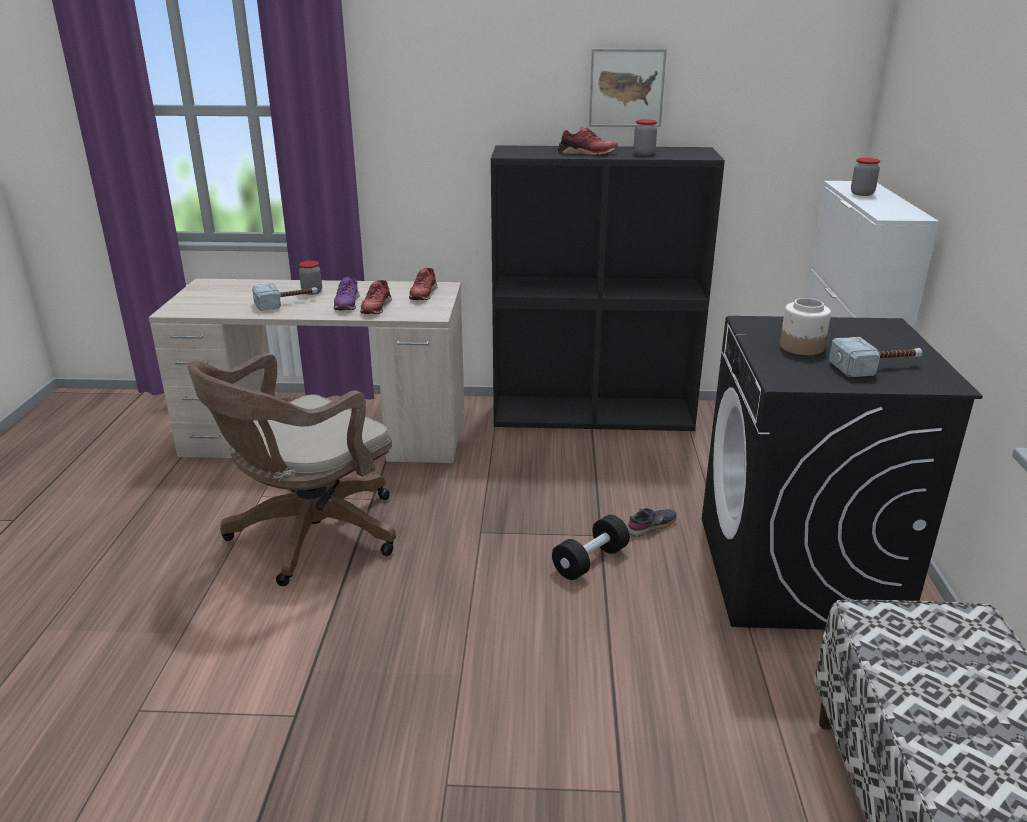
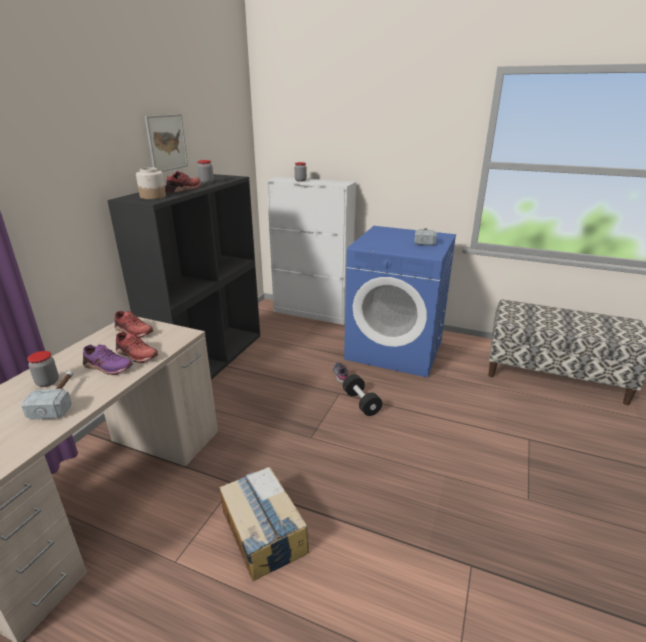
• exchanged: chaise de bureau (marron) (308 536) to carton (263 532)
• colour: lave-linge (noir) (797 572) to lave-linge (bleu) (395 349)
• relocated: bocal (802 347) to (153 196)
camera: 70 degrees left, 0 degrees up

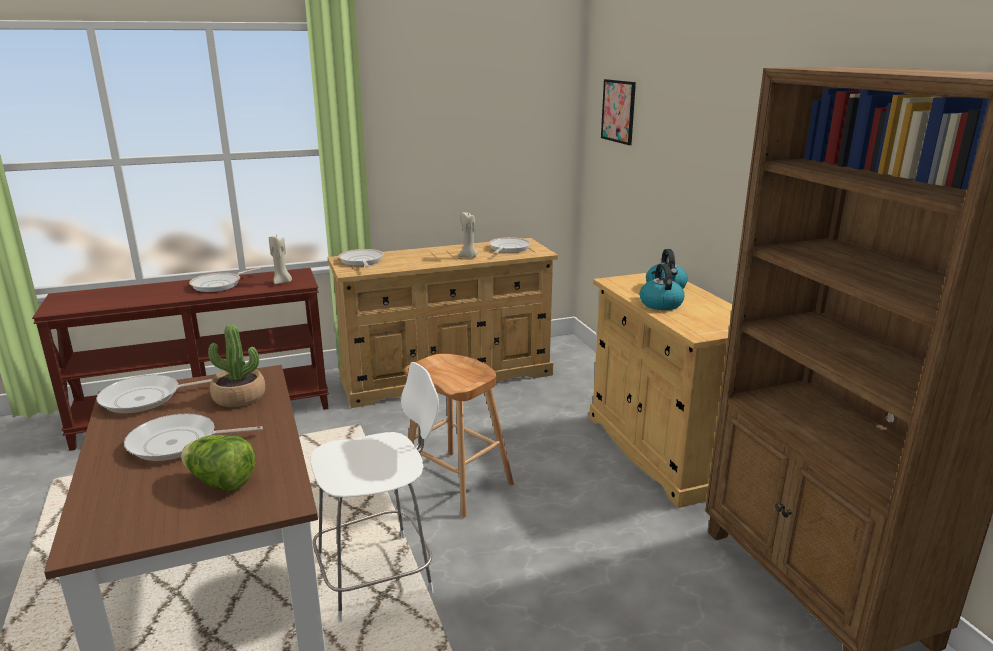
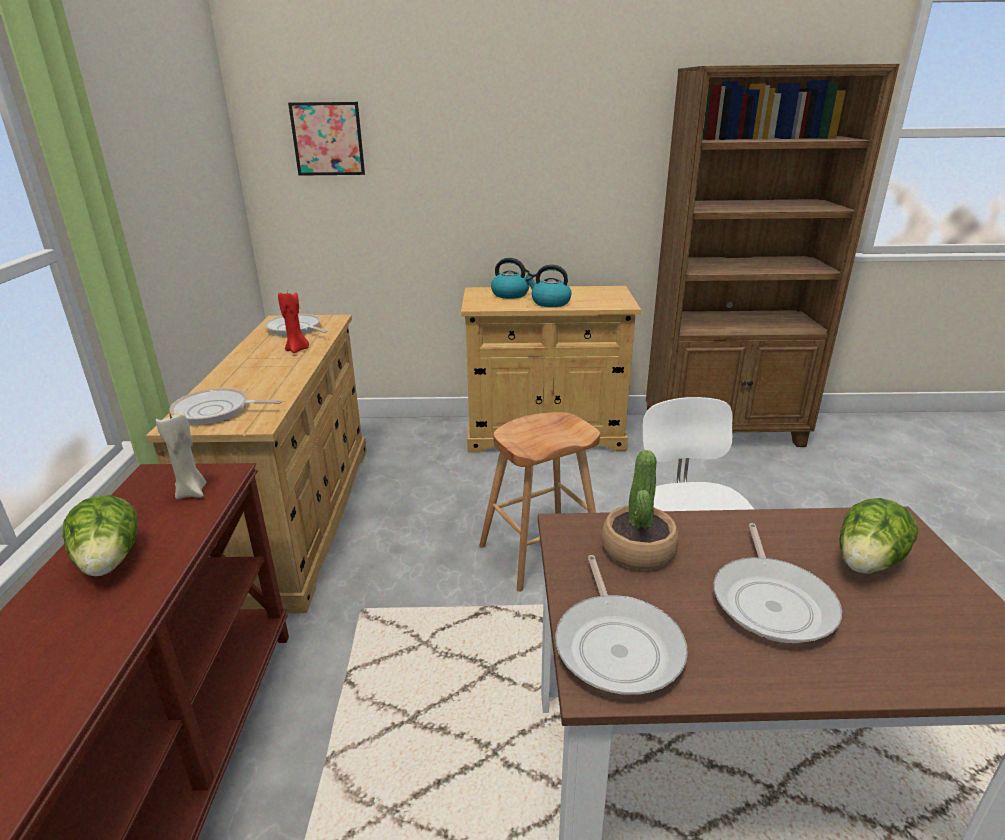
• exchanged: poêle (219 285) to laitue (110 562)
• colour: bougie (beige) (469 256) to bougie (rouge) (297 350)
camera: 70 degrees left, 5 degrees up

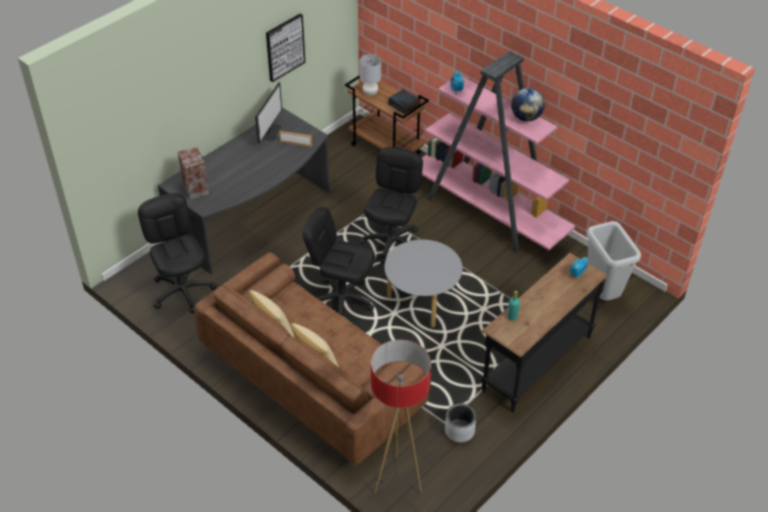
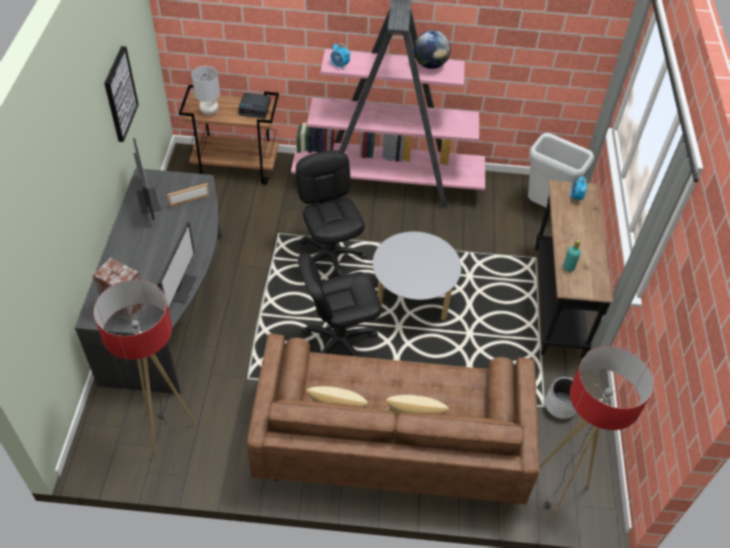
• exchanged: chaise de bureau (noir) (183 291) to lampadaire (166 431)
• appeared: écran d'ordinateur (180 287)
camera: 40 degrees left, 5 degrees up

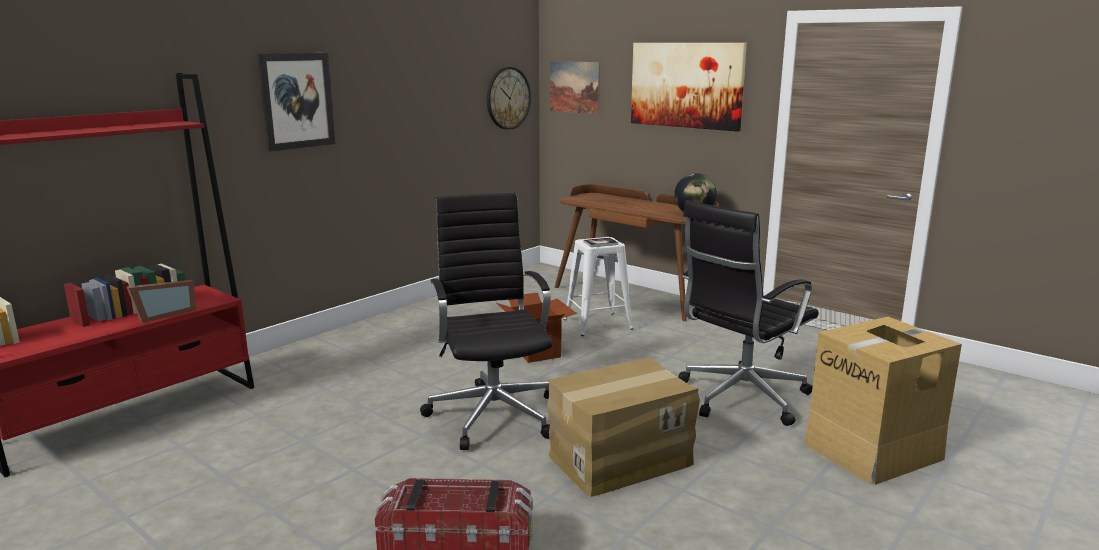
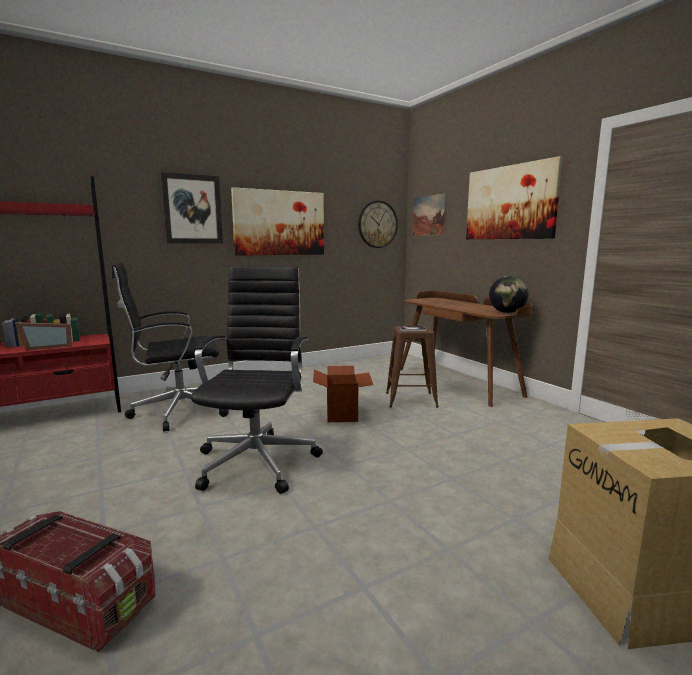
• missing: carton (619 459)
• colour: tabouret (blanc) (598 324) to tabouret (marron) (411 400)
• relocated: chaise de bureau (noir) (740 397) to (177 411)
• appeared: tableau (279 223)
camera: 20 degrees right, 5 degrees down

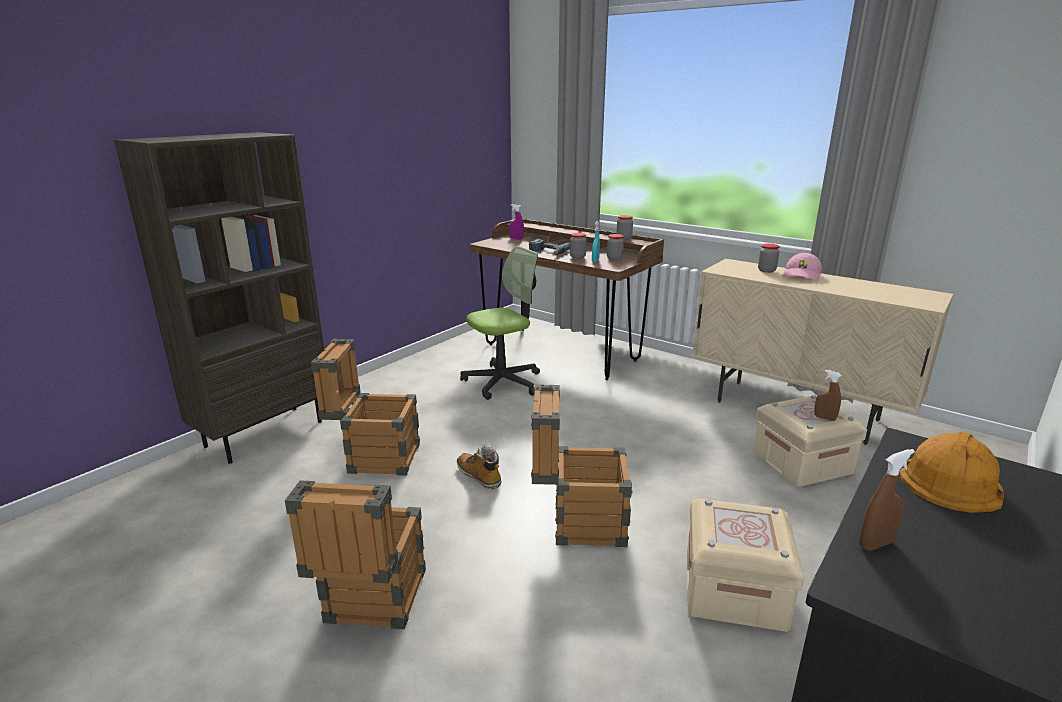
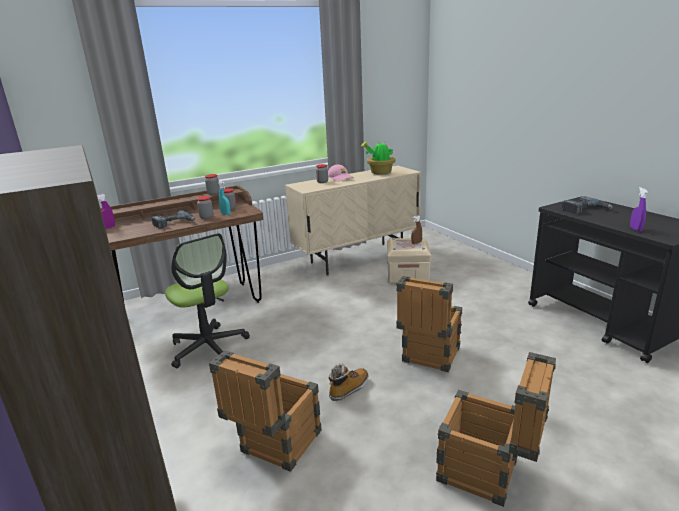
• spun: botte (479 476) = (349 389) 150 degrees clockwise
• spun: chaise de bureau (503 382) = (208 347) 150 degrees clockwise
• missing: boîte de rangement (beige) (734 590)
• colour: vaporisateur (marron) (876 544) to vaporisateur (violet) (635 229)
• exchanged: casque de chantier (orange) (950 480) to perceuse (585 209)
• appeared: plante en pot (380 173)
camera: 65 degrees left, 0 degrees up

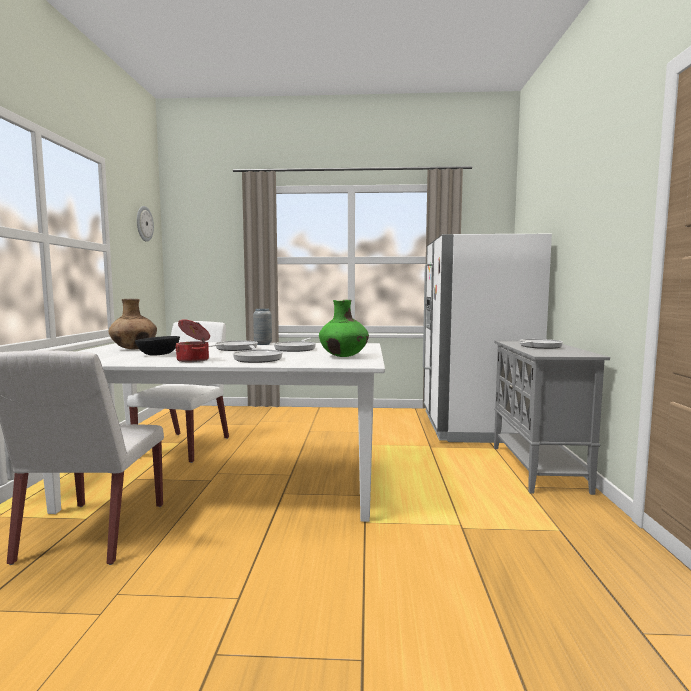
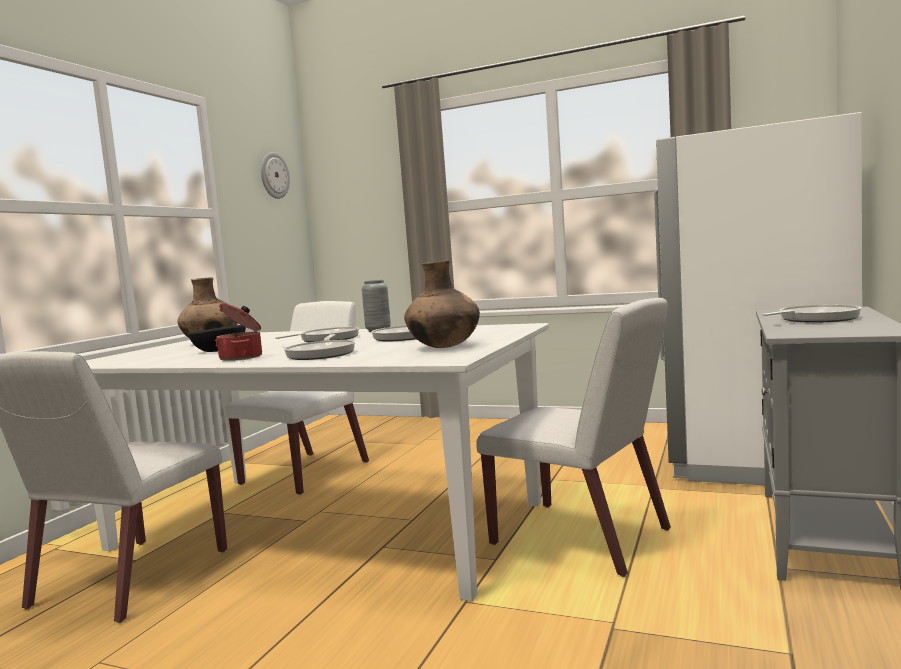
• colour: vase (vert) (344 356) to vase (marron) (445 347)
• appeared: chaise (blanc) (582 537)
camera: 20 degrees right, 0 degrees up

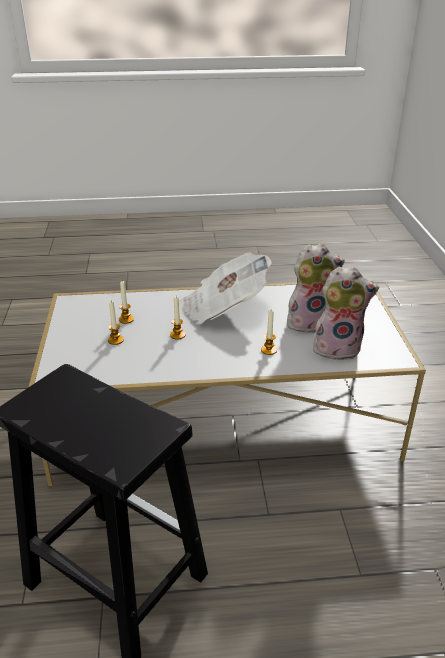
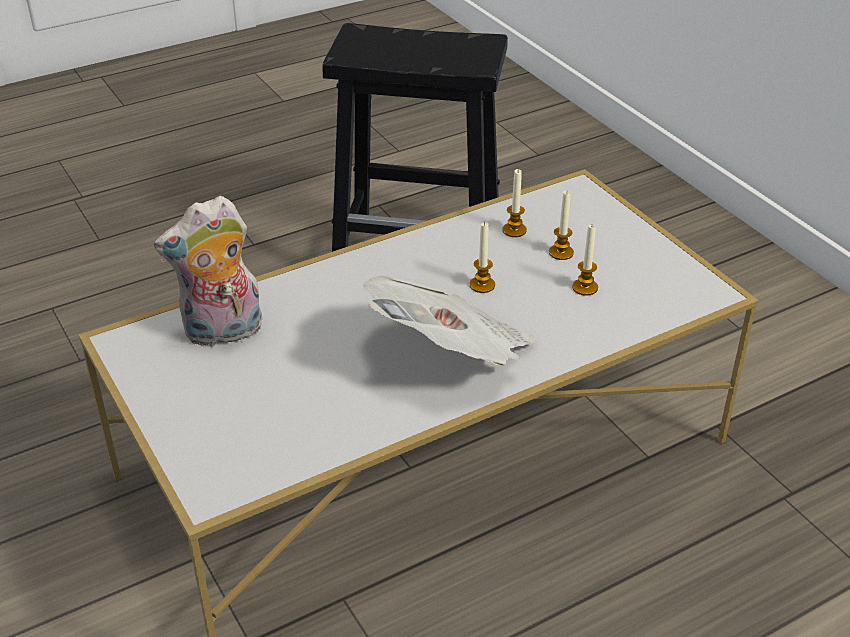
• relocated: bougie (269 350) to (514 230)
• missing: peluche (309 322)
camera: 155 degrees right, 5 degrees up

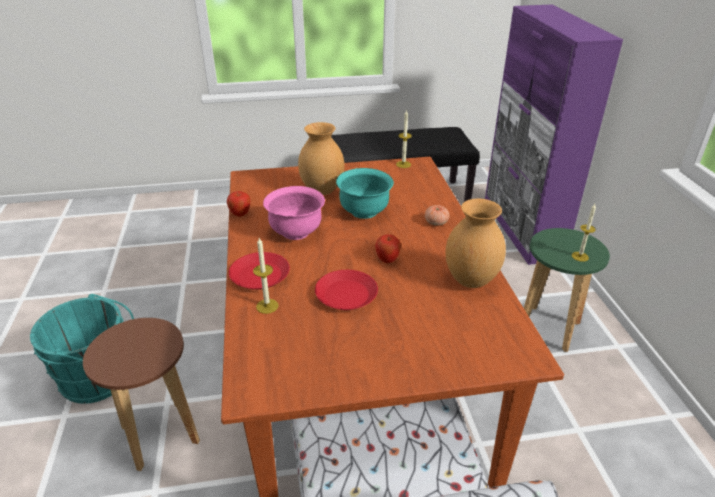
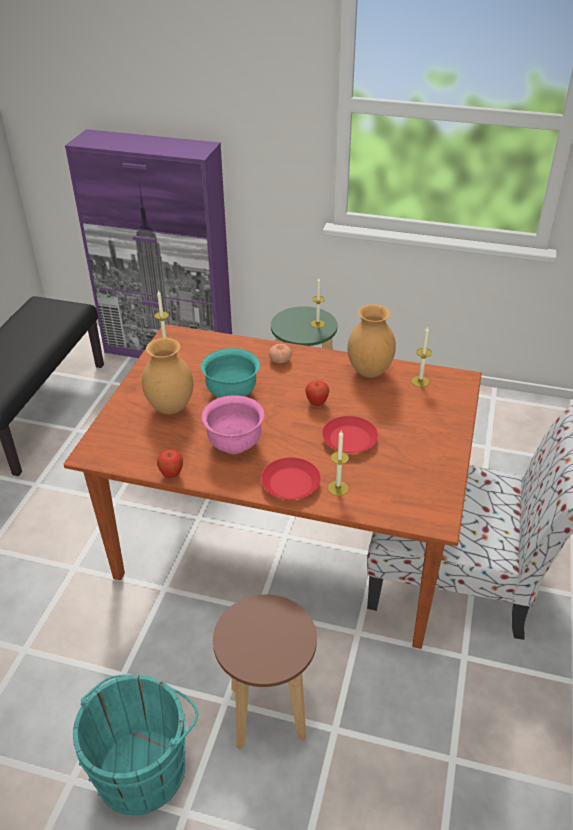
• appeared: bougie (420 381)
camera: 65 degrees left, 5 degrees up

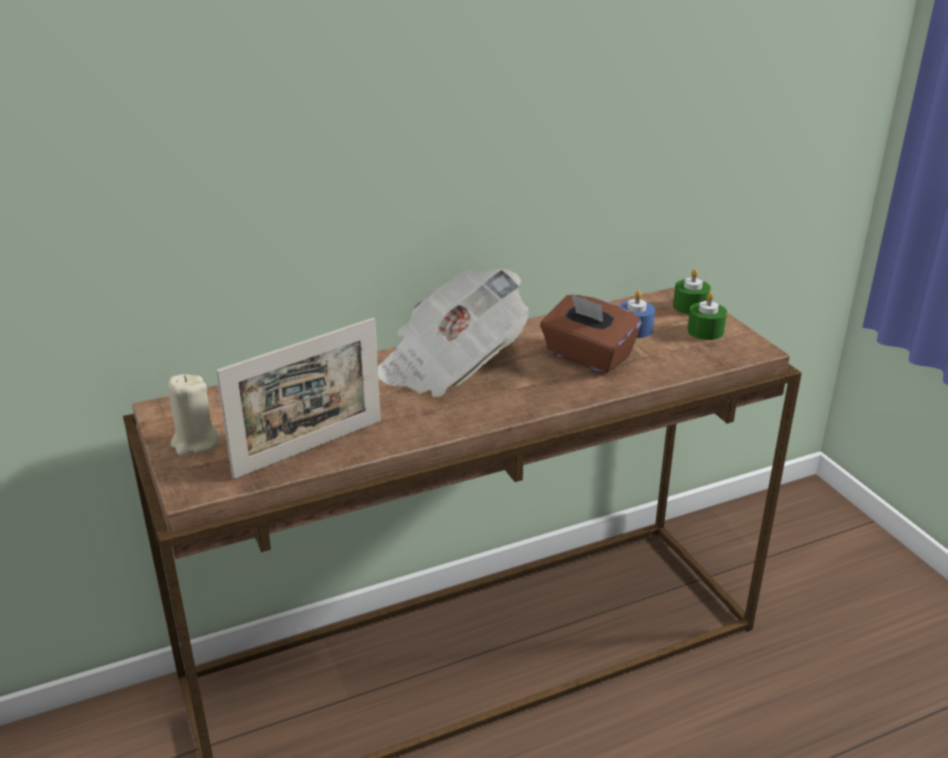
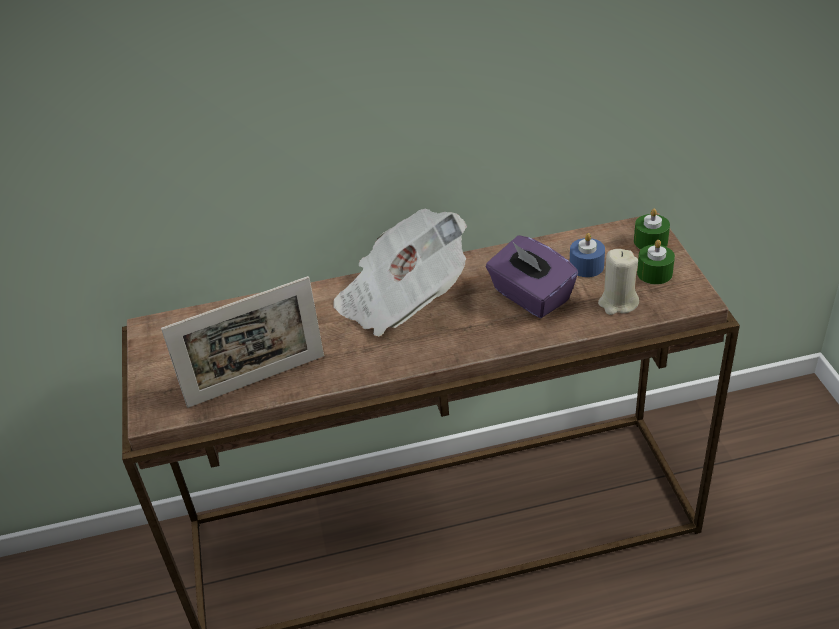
• relocated: bougie (beige) (195 442) to (618 303)
• colour: boîte à mouchoirs (marron) (587 356) to boîte à mouchoirs (violet) (530 296)
camera: 15 degrees right, 10 degrees up

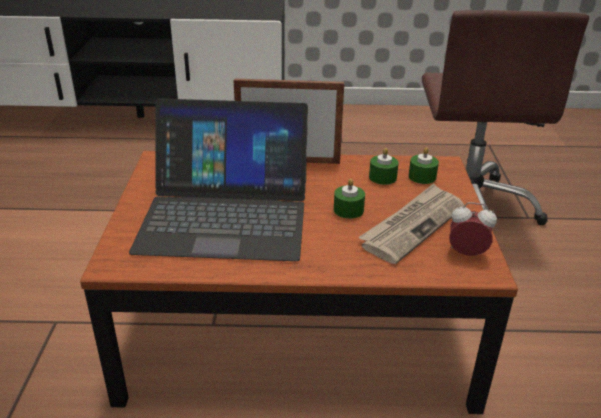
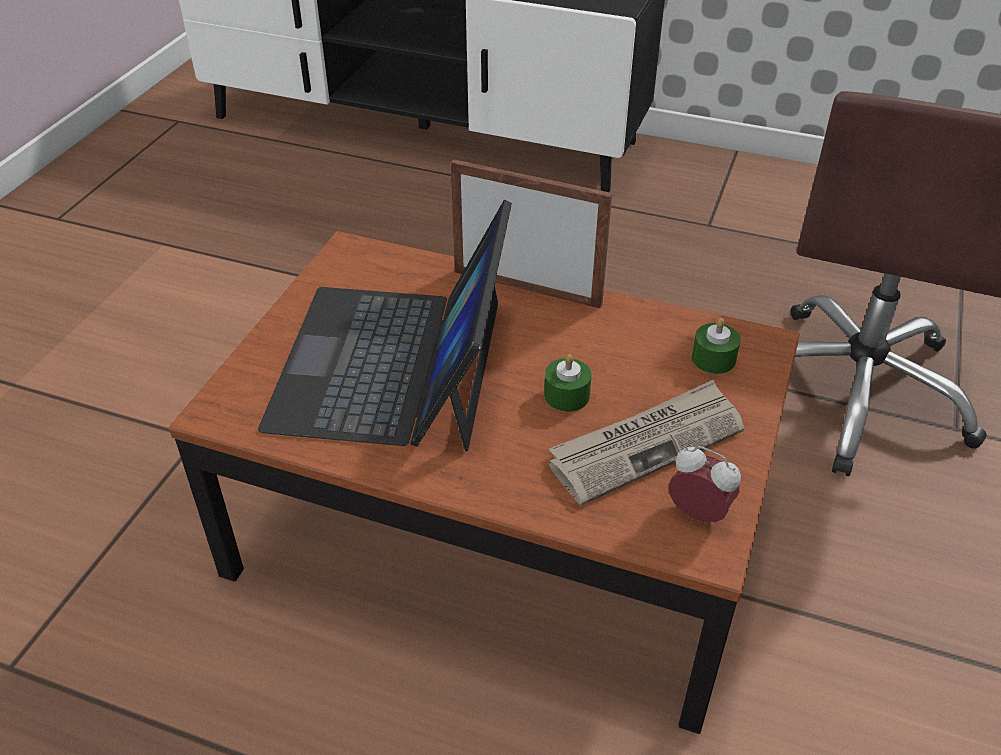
• spun: ordinateur portable (226 214) = (393 364) 75 degrees clockwise
• missing: bougie (vert) (382 177)
camera: 20 degrees right, 10 degrees up

